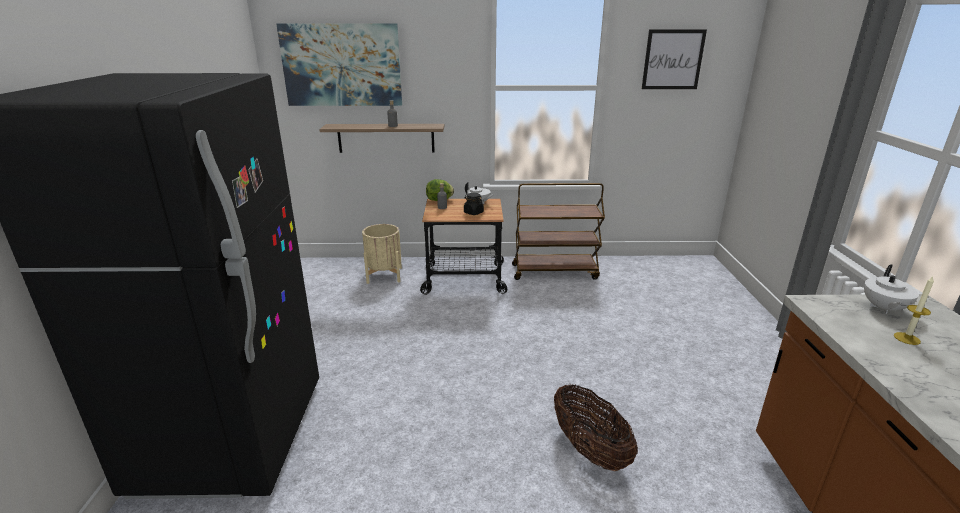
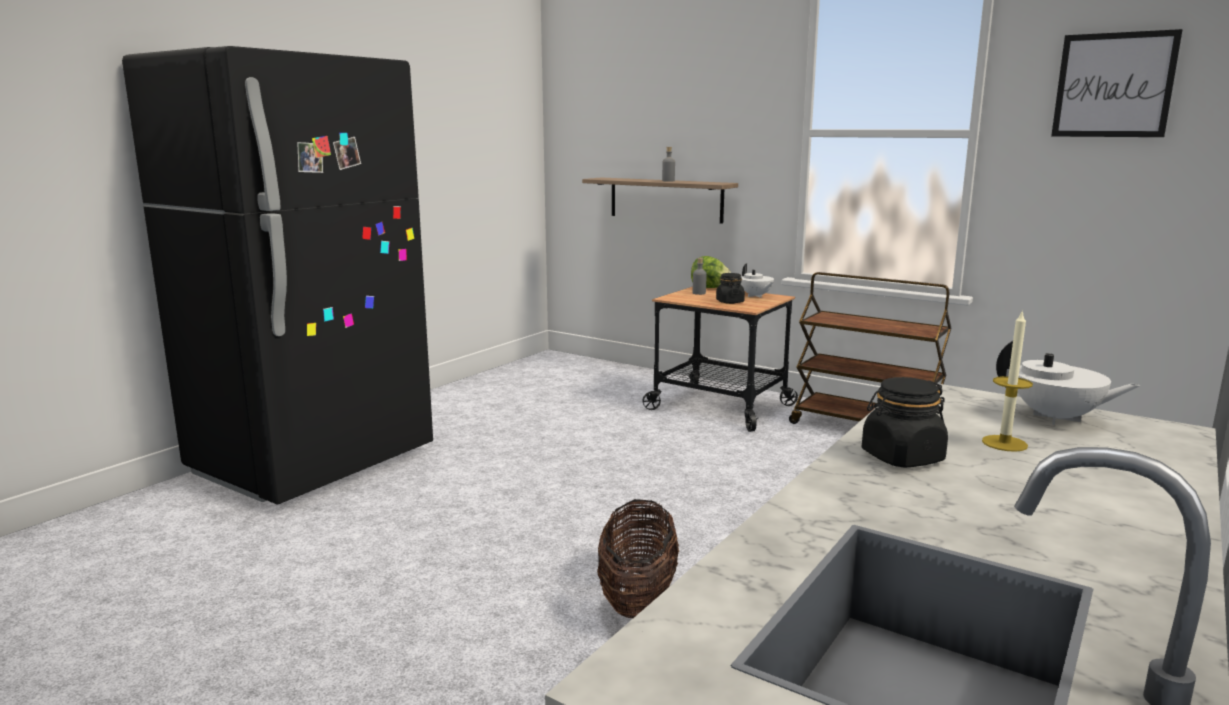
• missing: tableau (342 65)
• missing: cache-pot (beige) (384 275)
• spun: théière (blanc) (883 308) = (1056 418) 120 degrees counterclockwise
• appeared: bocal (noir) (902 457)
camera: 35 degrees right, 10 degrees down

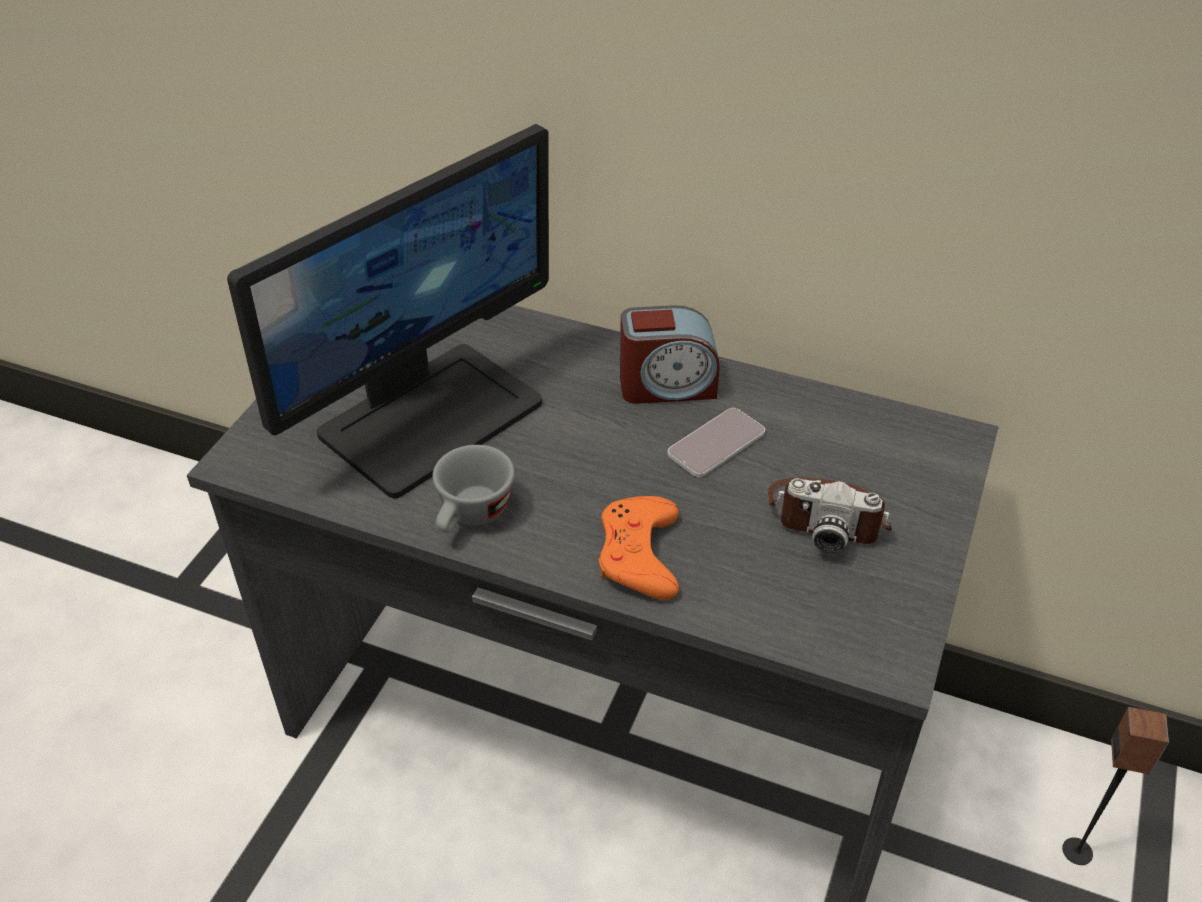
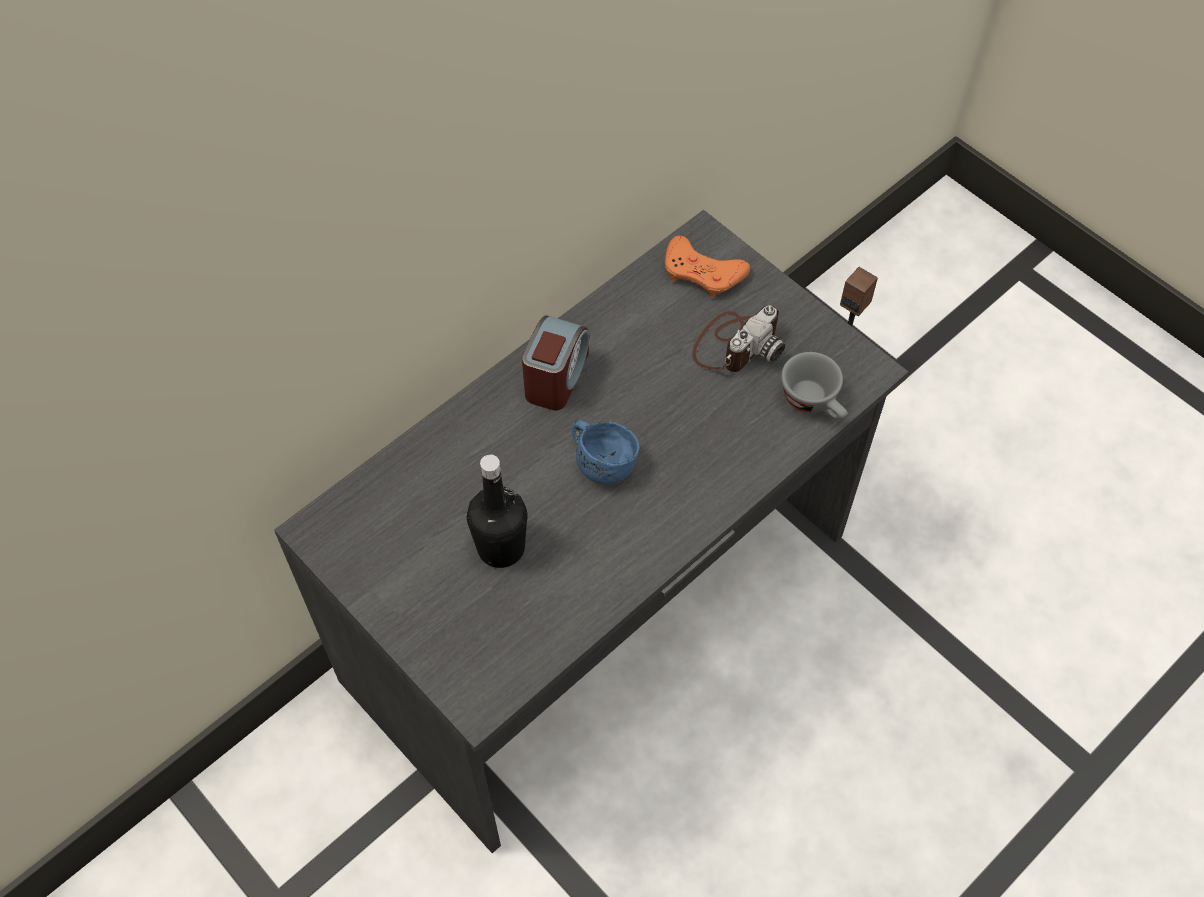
• exchanged: écran d'ordinateur (429 415) to bouteille (noir) (501 547)
• relocated: tasse (gris) (472 516) to (814 403)
• relocated: manette (orange) (639 554) to (702 273)
• missing: téléphone (716 444)
• appeared: mug (bleu) (602 461)
camera: 65 degrees left, 15 degrees up

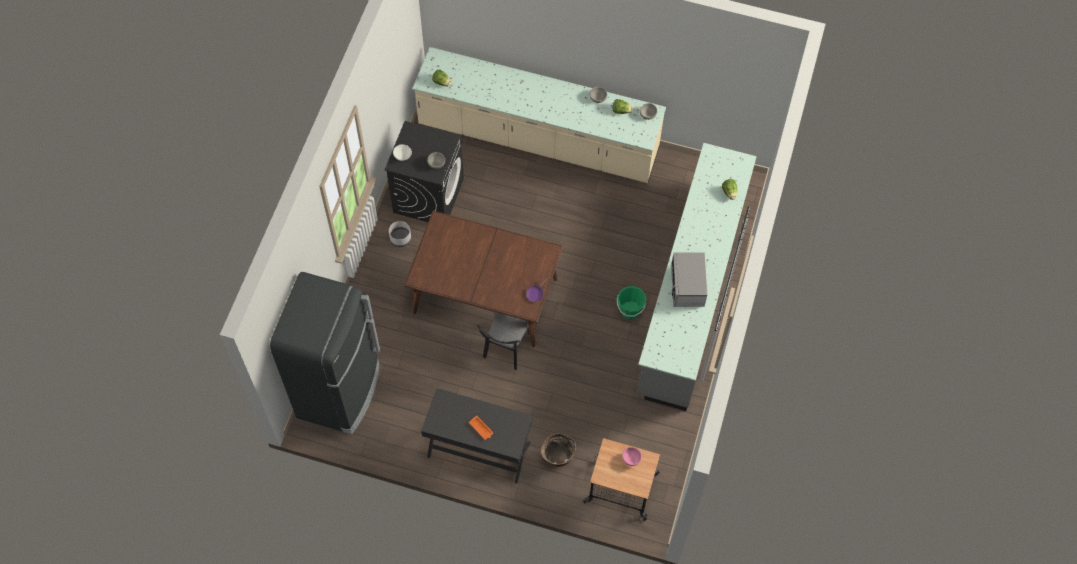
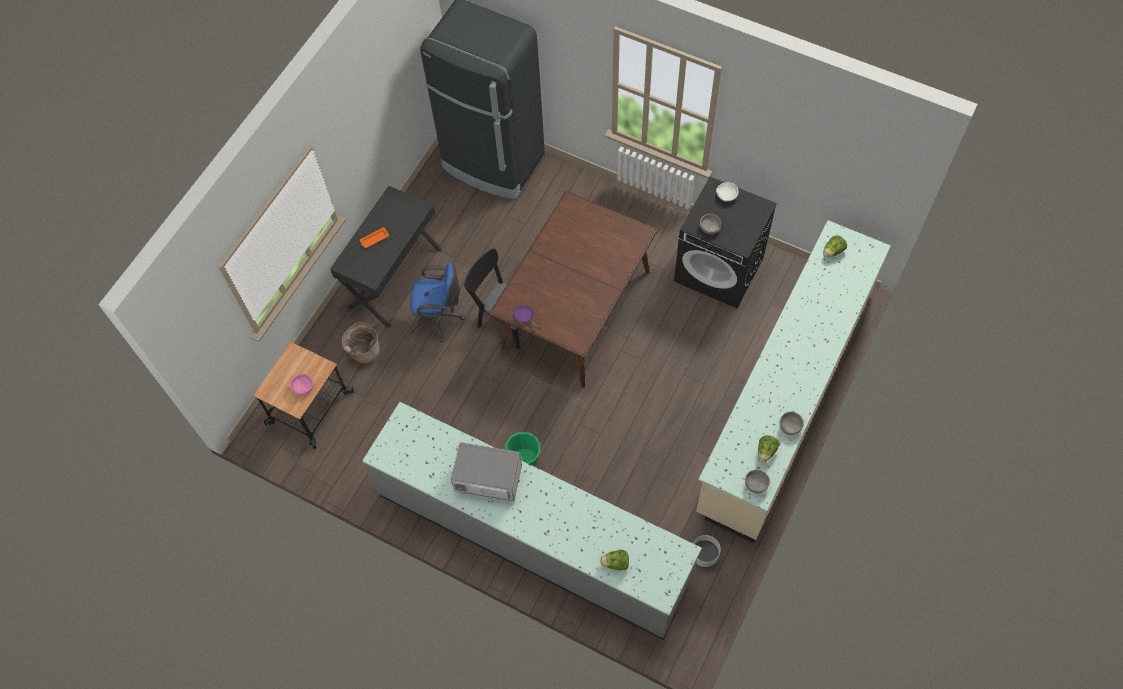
• relocated: cache-pot (gris) (400 238) to (704 555)
• appeared: chaise de bureau (bleu) (439 318)
camera: 105 degrees right, 0 degrees up

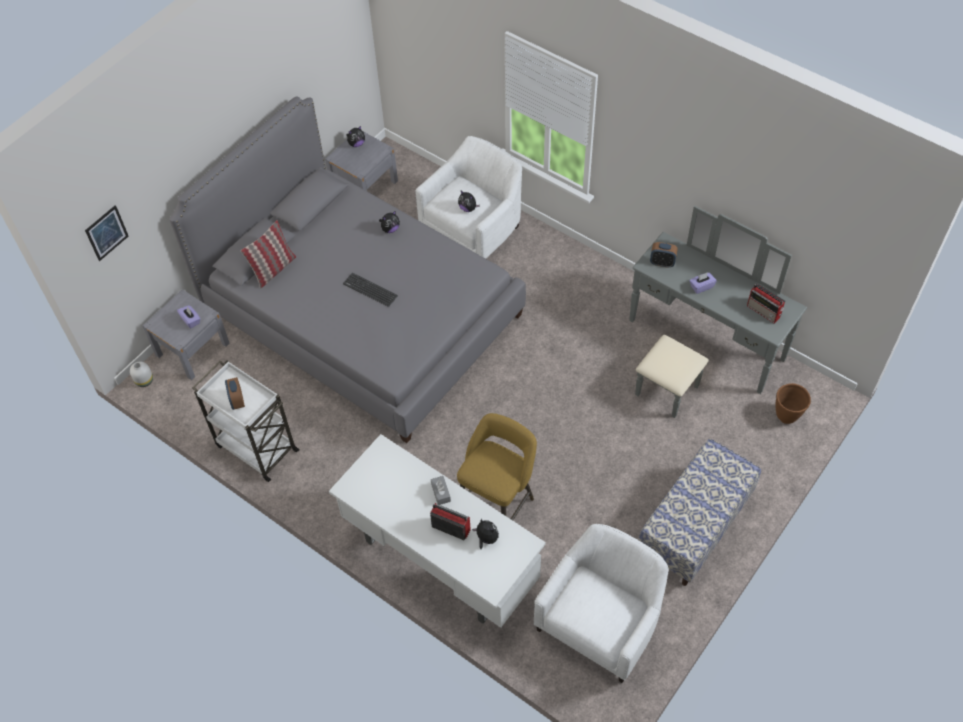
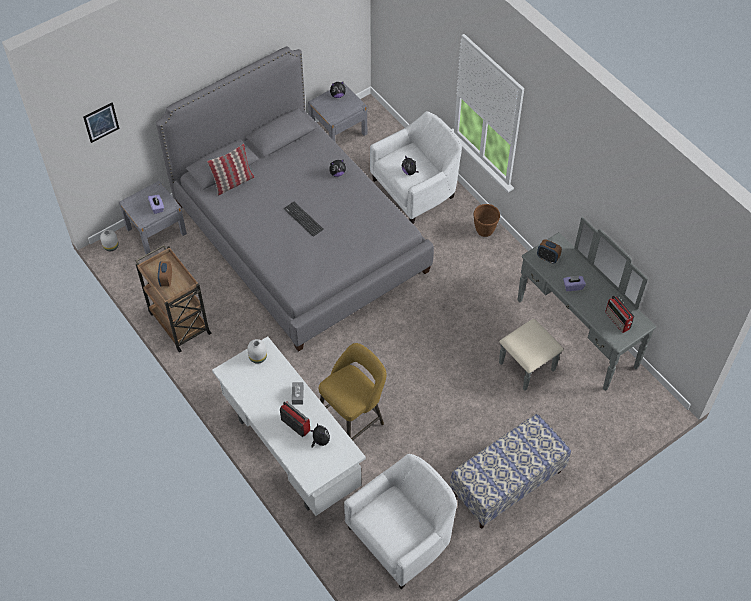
• colour: chariot (blanc) (255 447) to chariot (marron) (179 322)
• relocated: cache-pot (marron) (787 416) to (484 231)
• appeared: vase (blanc) (258 357)
camera: 15 degrees right, 0 degrees up

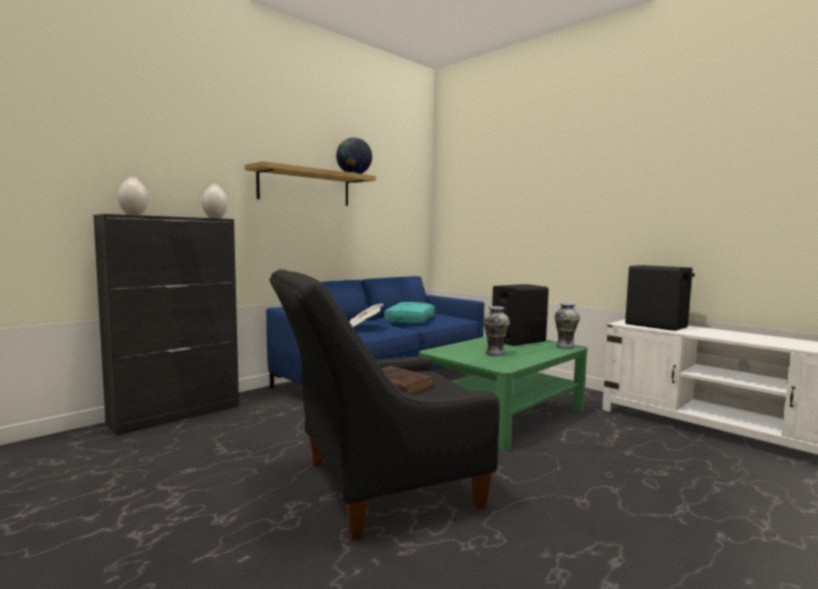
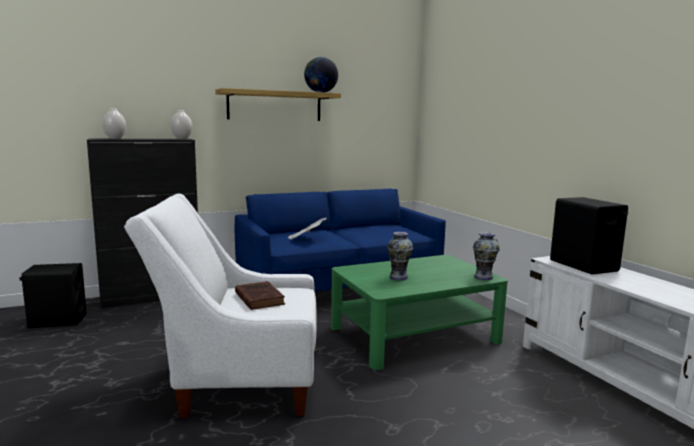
• colour: fauteuil (noir) (376 486) to fauteuil (blanc) (238 380)
• missing: coussin (turquoise) (411 320)
• relocated: enceinte (noir) (518 341) to (57 321)
camera: 20 degrees right, 5 degrees up

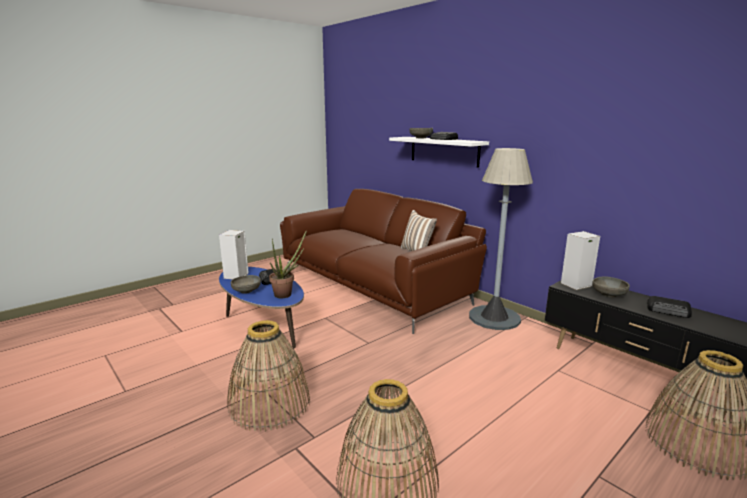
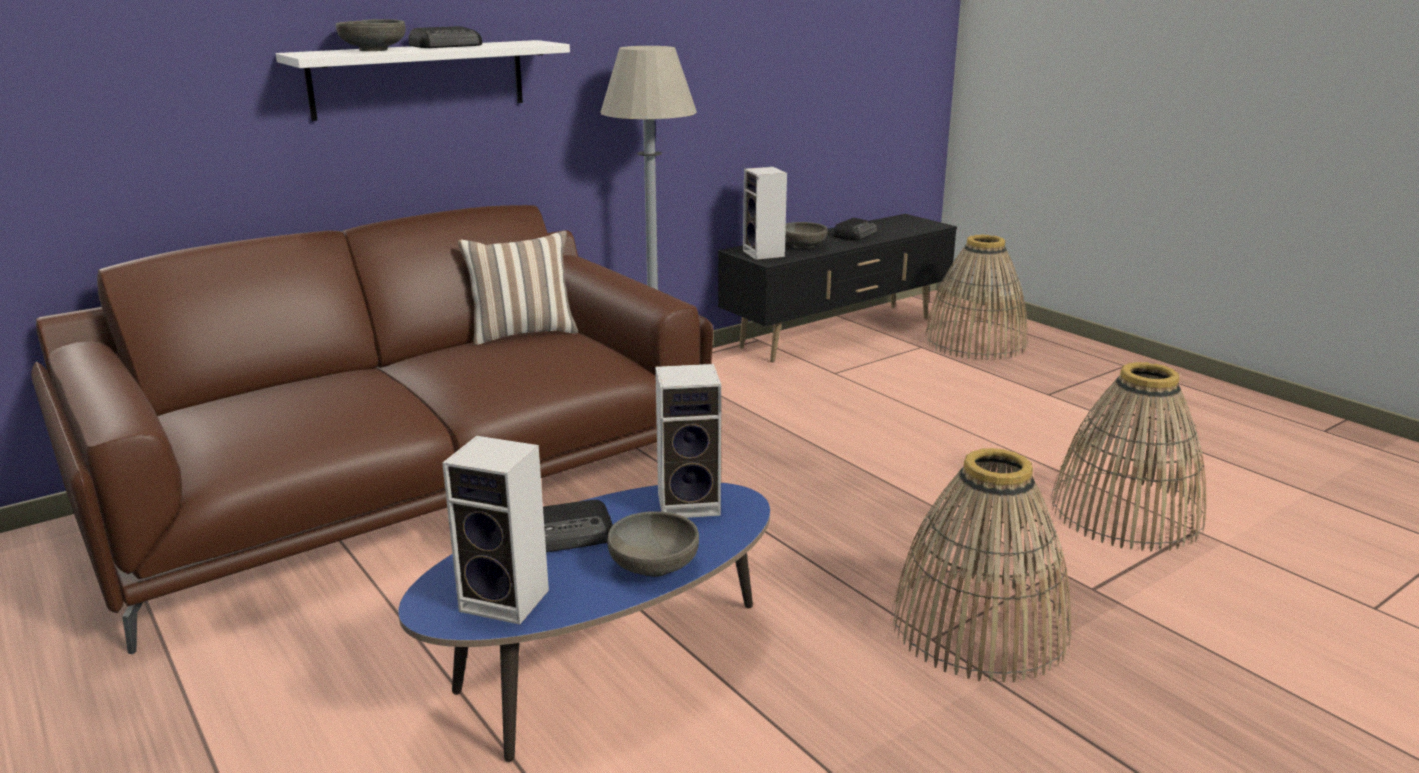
• exchanged: plante en pot (286 294) to enceinte (691 503)
camera: 85 degrees left, 5 degrees up

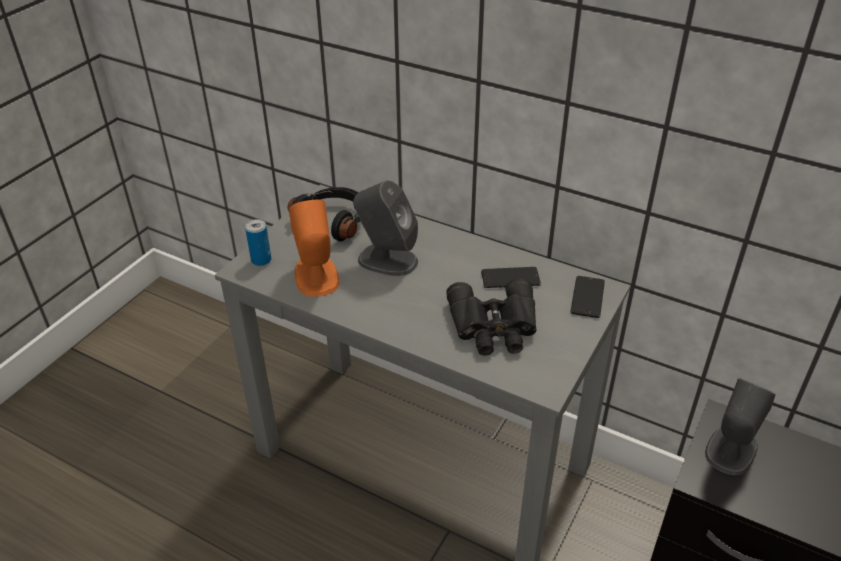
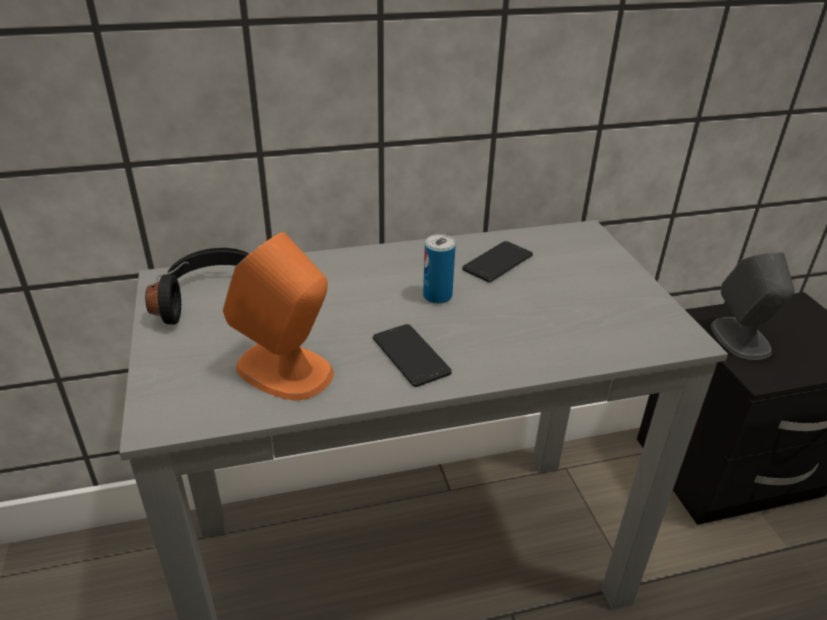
• relocated: boîte métallique (261 260) to (437 296)
• missing: enceinte (gris) (387 260)
• missing: jumelles (noir) (494 327)
• relocated: téléphone (587 297) to (411 355)
camera: 45 degrees left, 5 degrees down

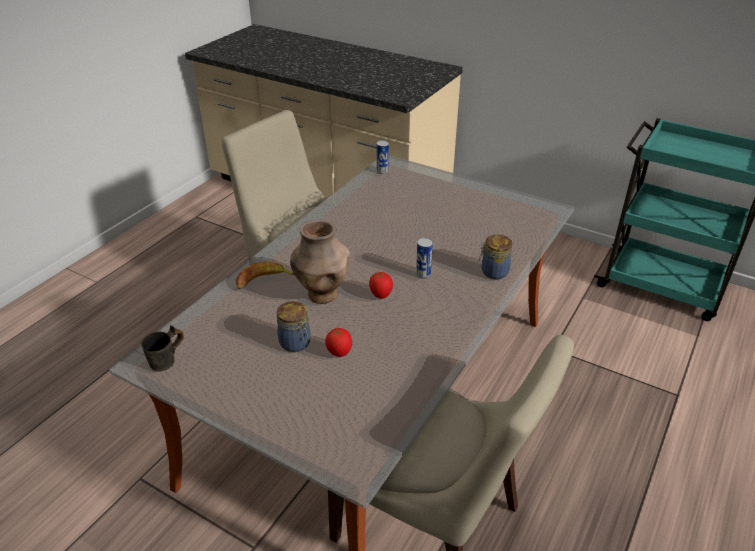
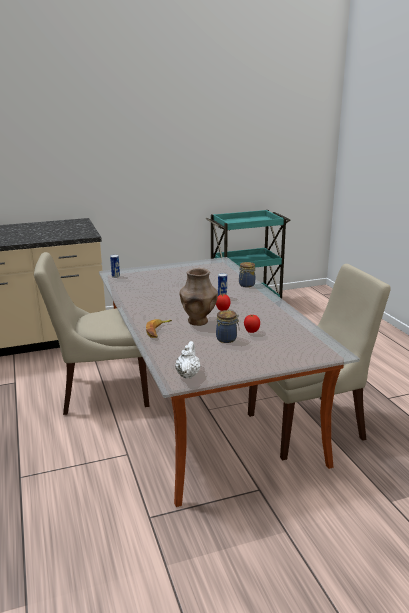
• exchanged: mug (gris) (169 362) to théière (blanc) (188 374)
camera: 50 degrees left, 15 degrees down

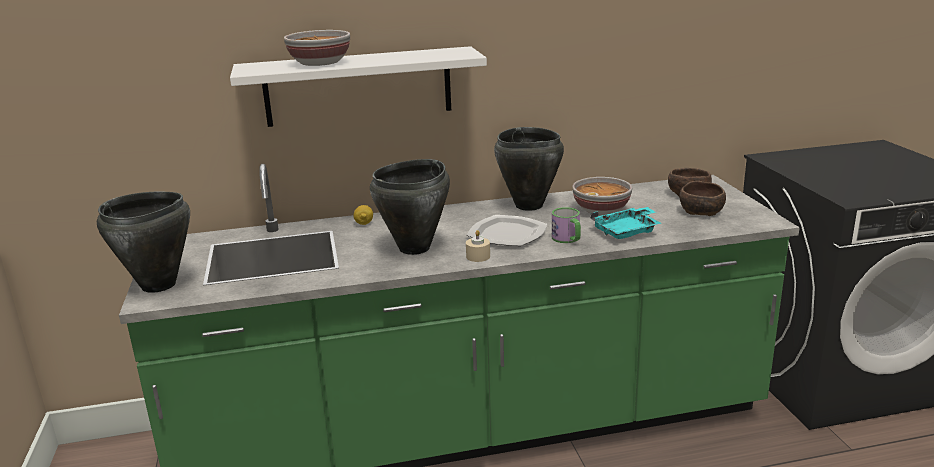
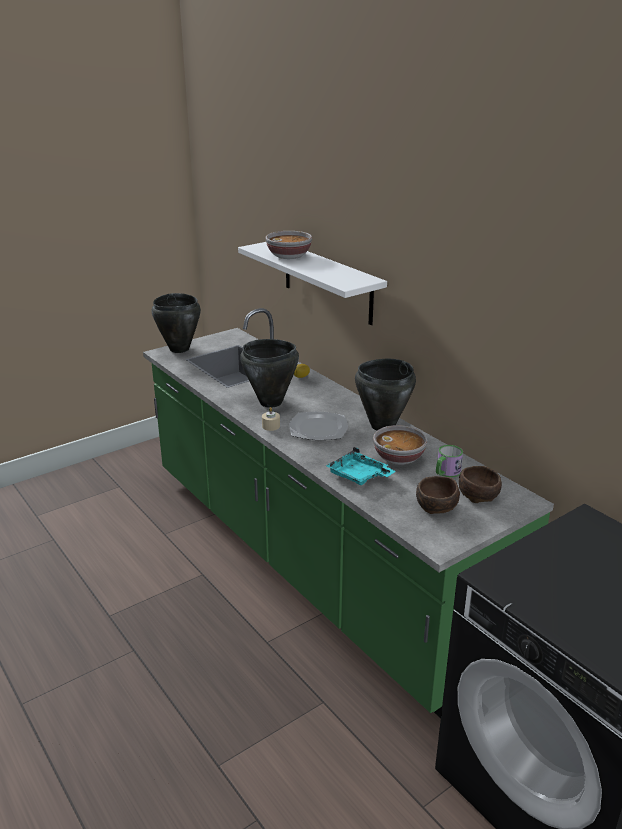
• relocated: mug (568 239) to (446 472)
camera: 65 degrees right, 5 degrees up

